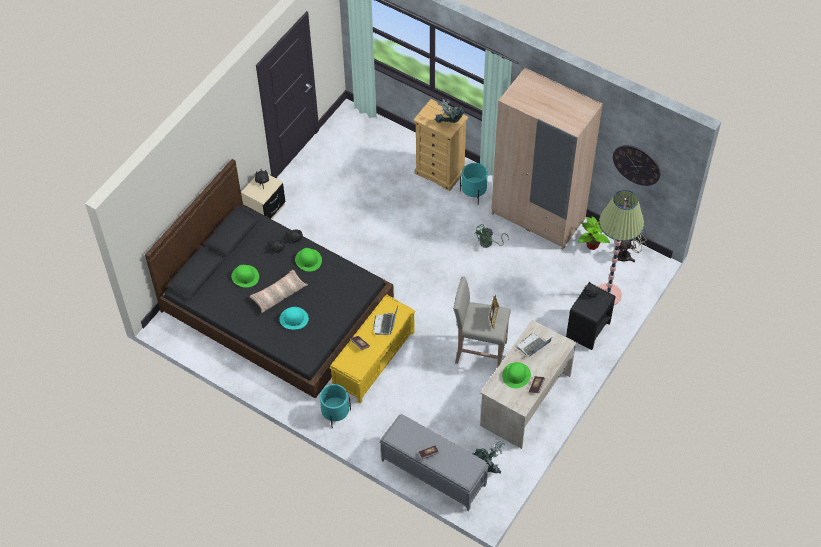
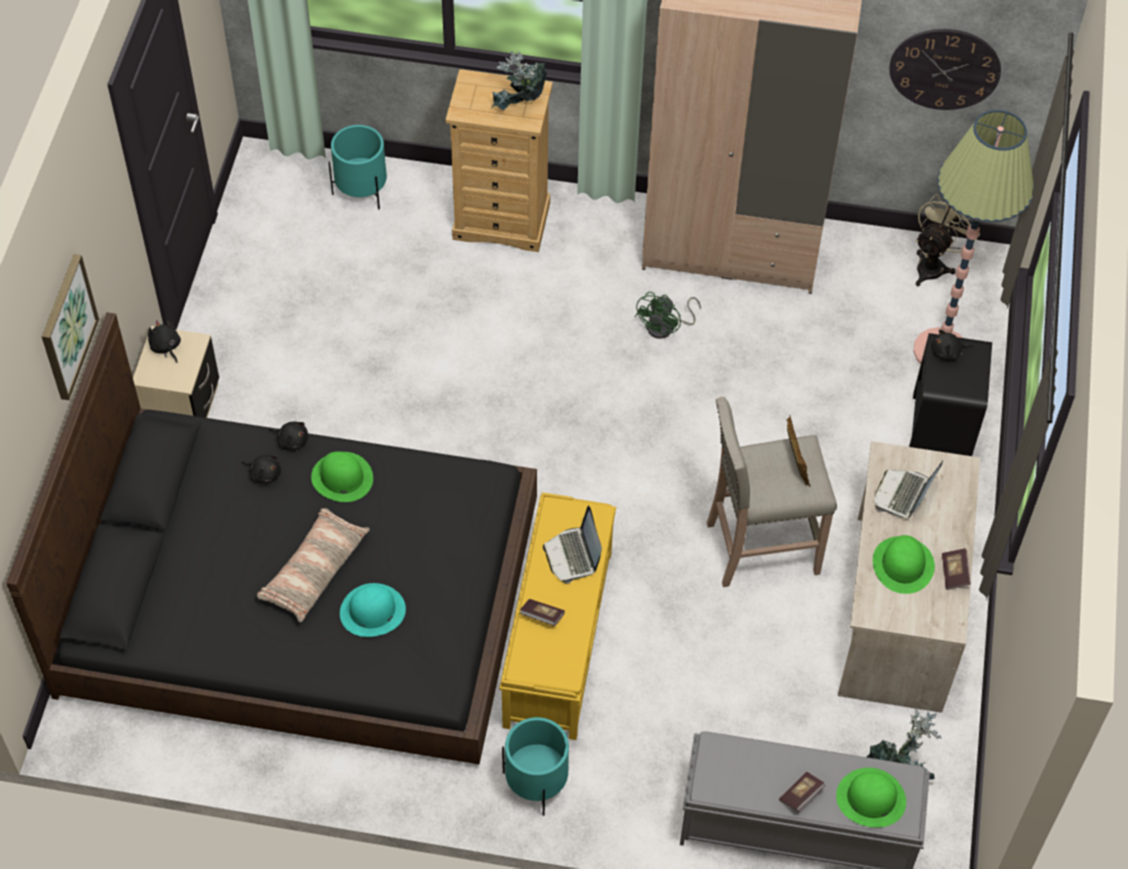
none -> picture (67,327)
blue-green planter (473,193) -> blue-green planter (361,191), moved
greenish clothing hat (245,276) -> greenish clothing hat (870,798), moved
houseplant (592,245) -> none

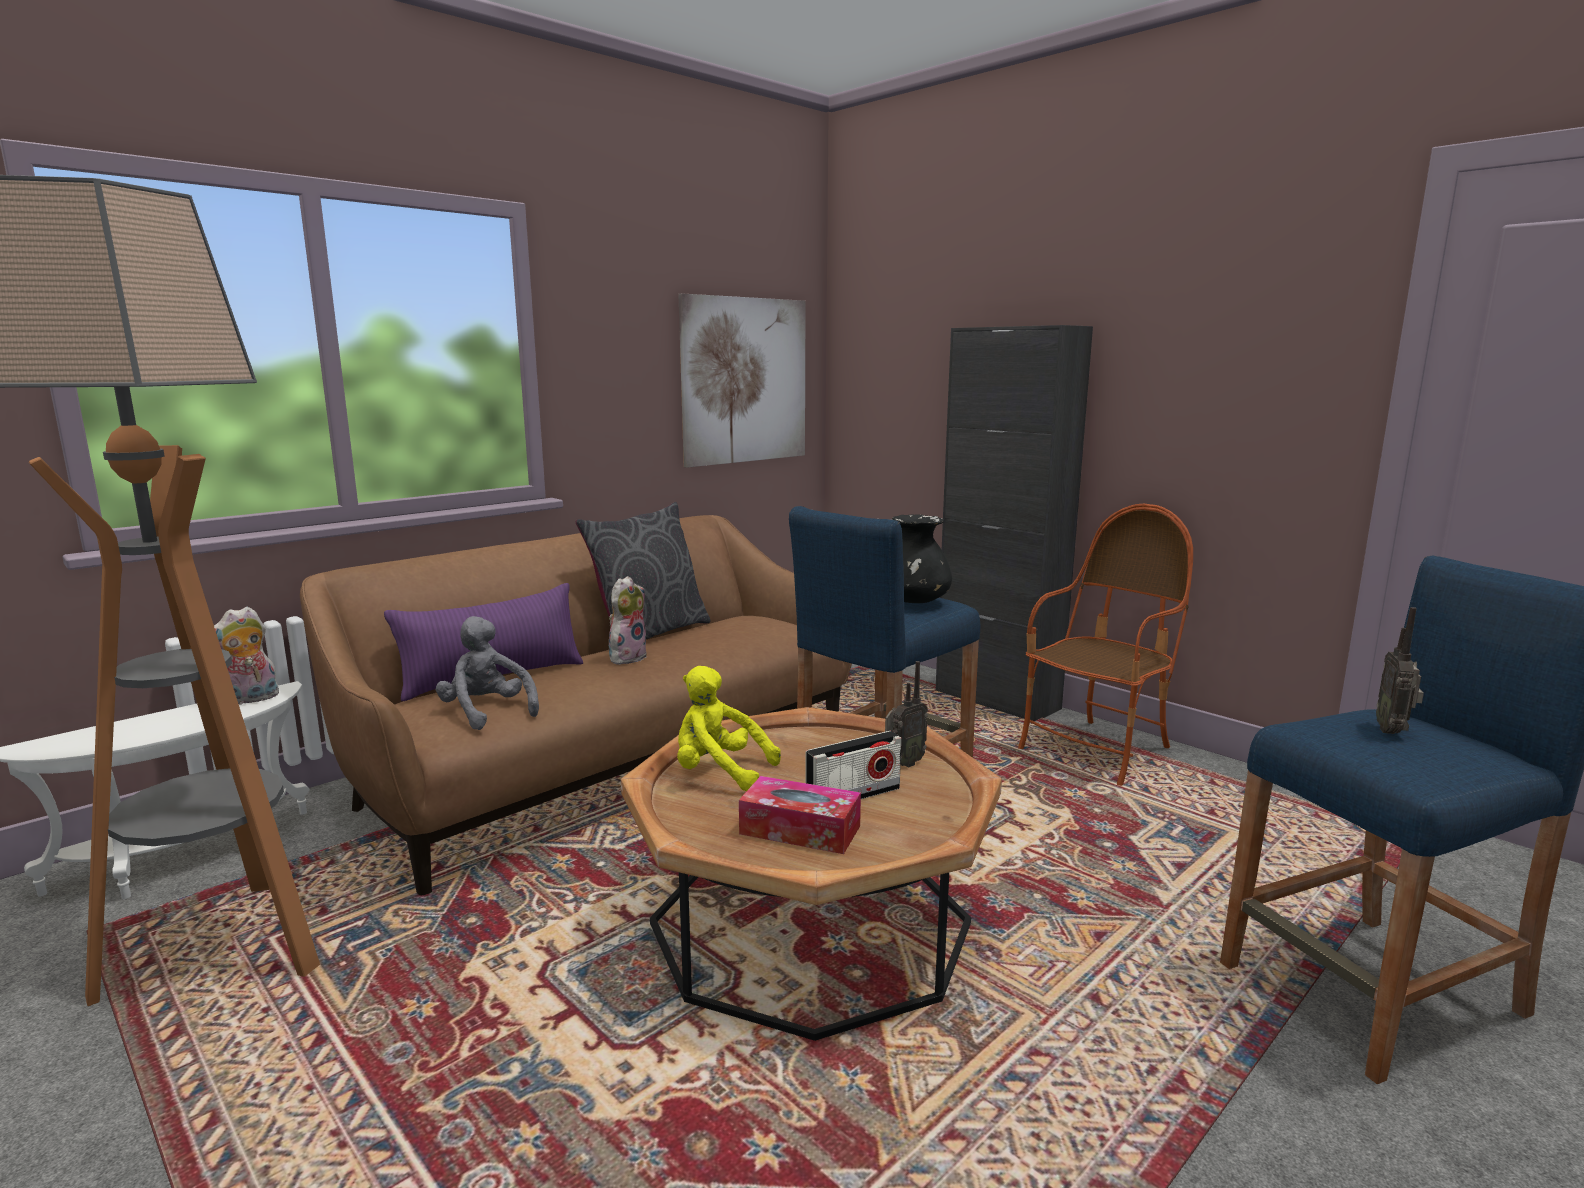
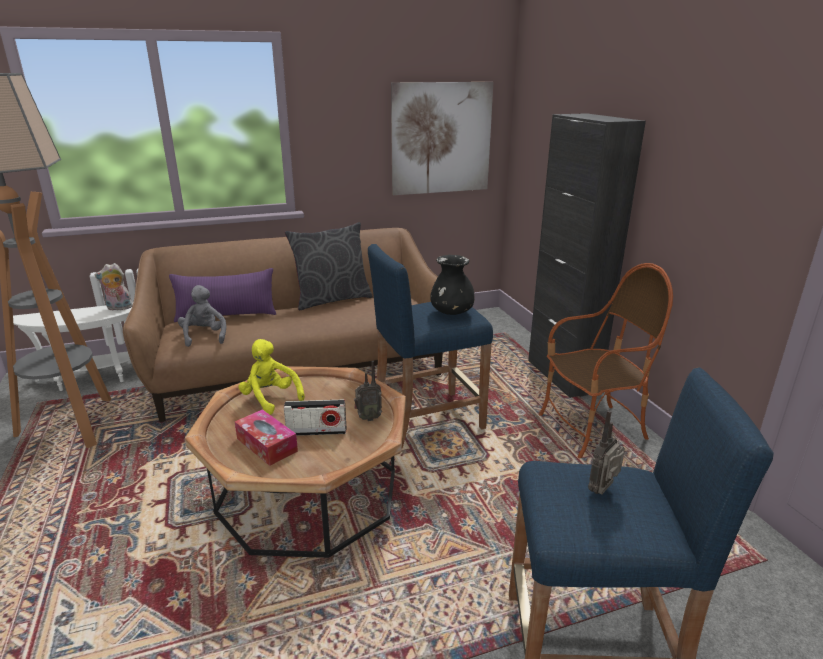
cuddly toy (627,657) -> none

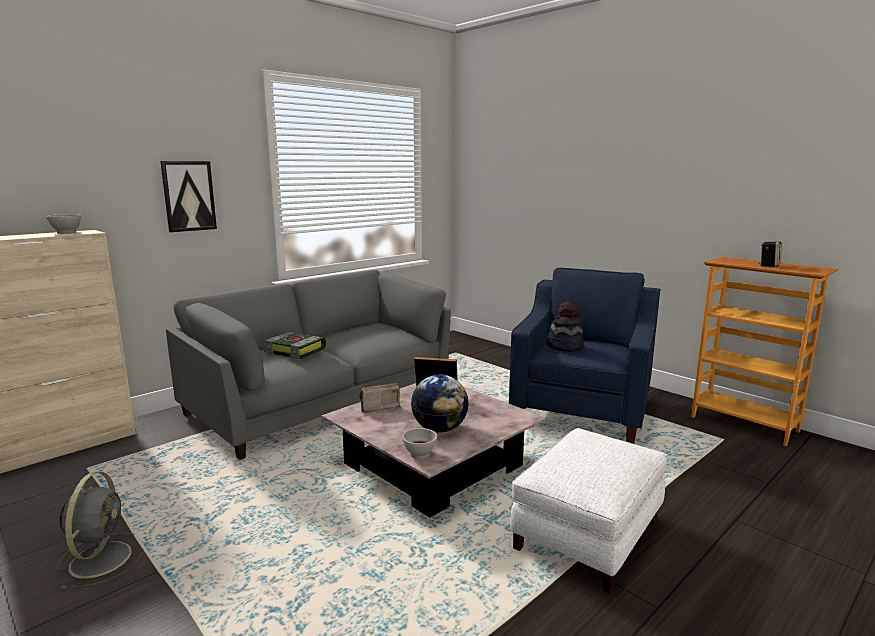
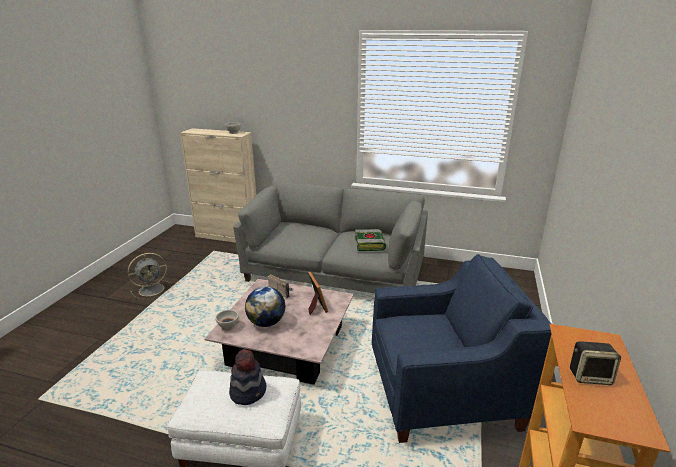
clothing hat (565,346) -> clothing hat (248,391), moved
volume (296,351) -> volume (370,244), moved
picture (188,196) -> none

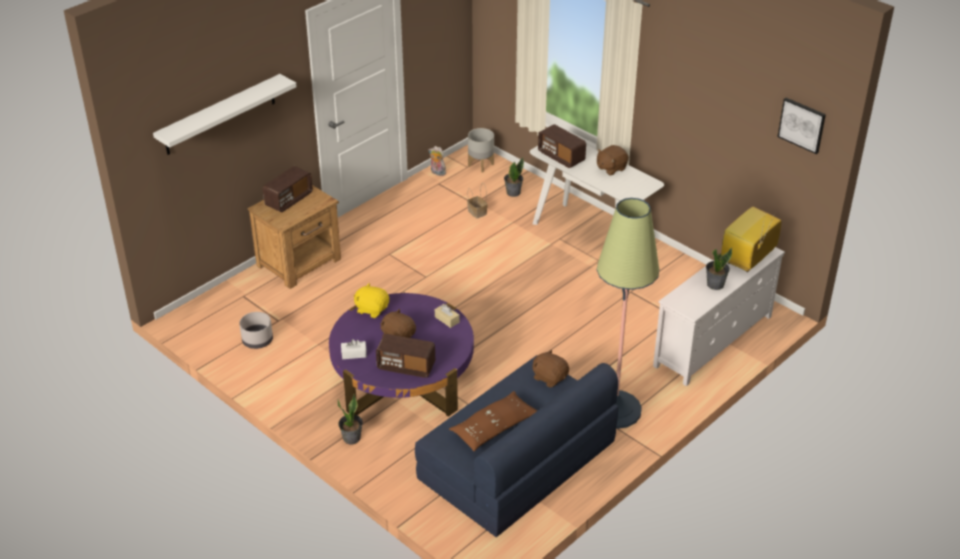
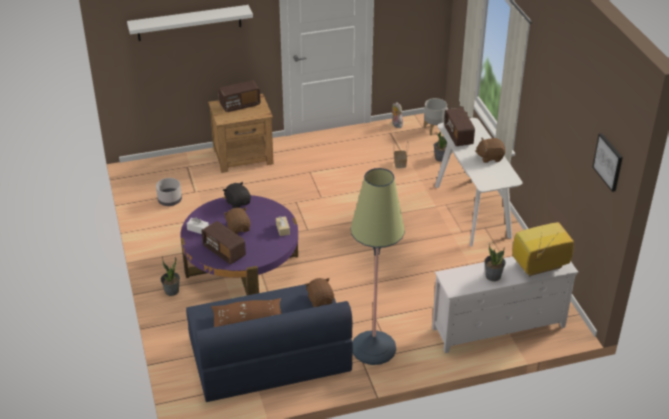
yellow-coloured cuddly toy (372,309) -> black cuddly toy (238,203)

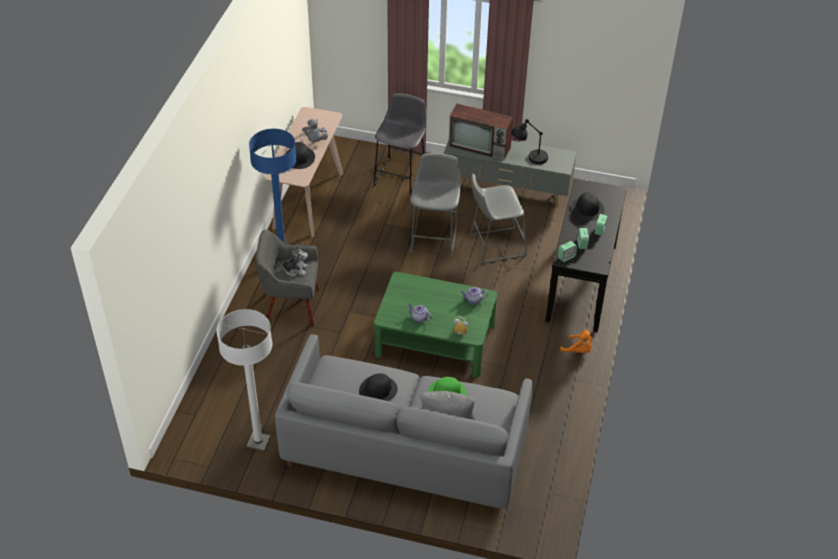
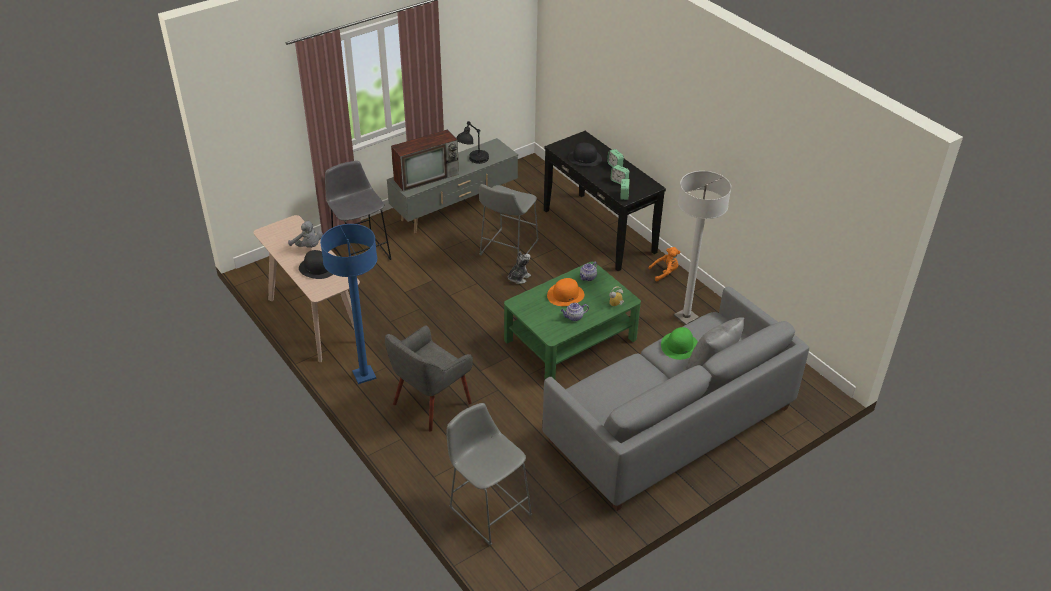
greyish sitting stool (435,236) -> greyish sitting stool (488,508), moved
cuddly toy (295,269) -> cuddly toy (518,278), moved
none -> orange clothing hat (565,295)
white standard lamp (258,442) -> white standard lamp (686,317), moved
black clothing hat (378,390) -> none

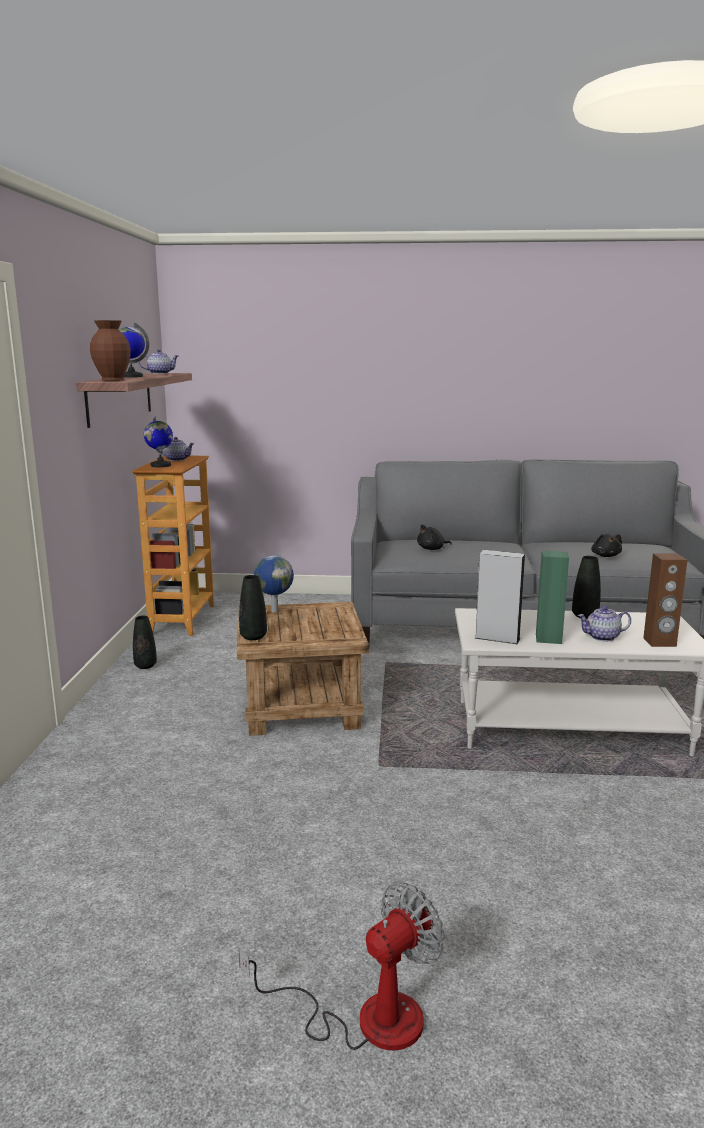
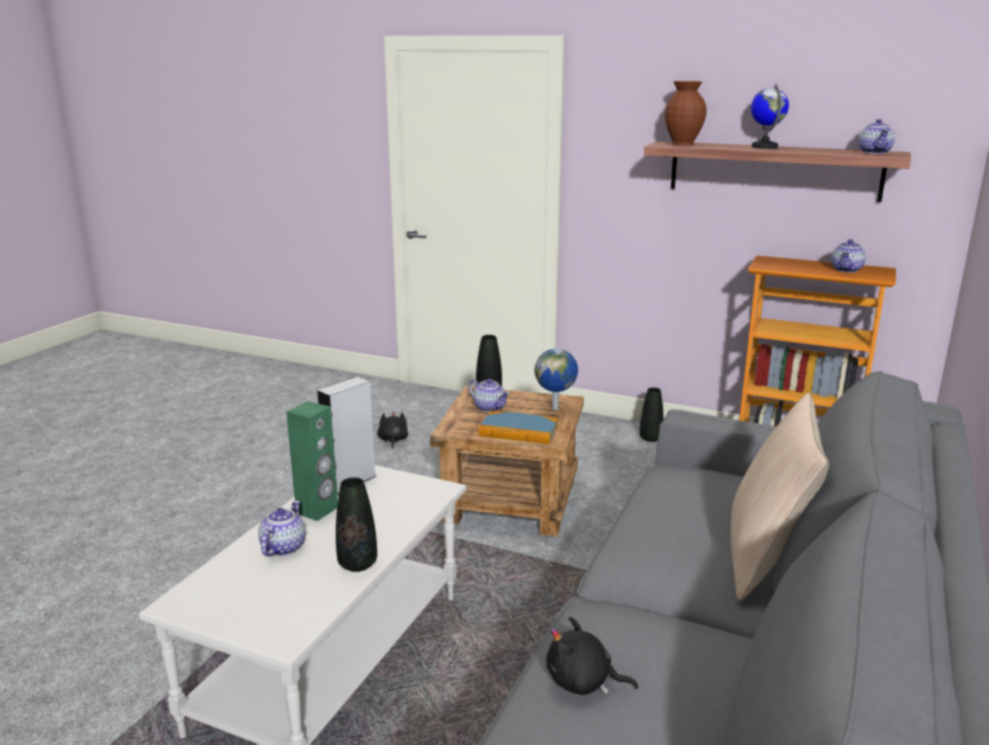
black cuddly toy (432,549) -> black cuddly toy (392,440), moved
none -> tea pot (489,407)
none -> volume (519,431)
none -> sand-coloured cushion (765,558)
globe (160,465) -> none
electric fan (366,1018) -> none
brownish audio speaker (659,642) -> none

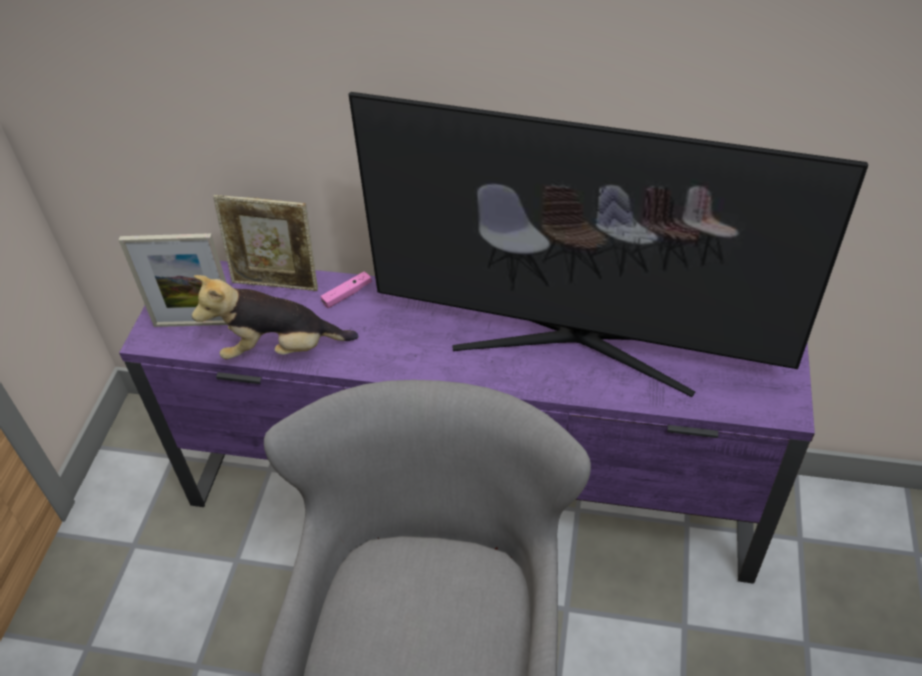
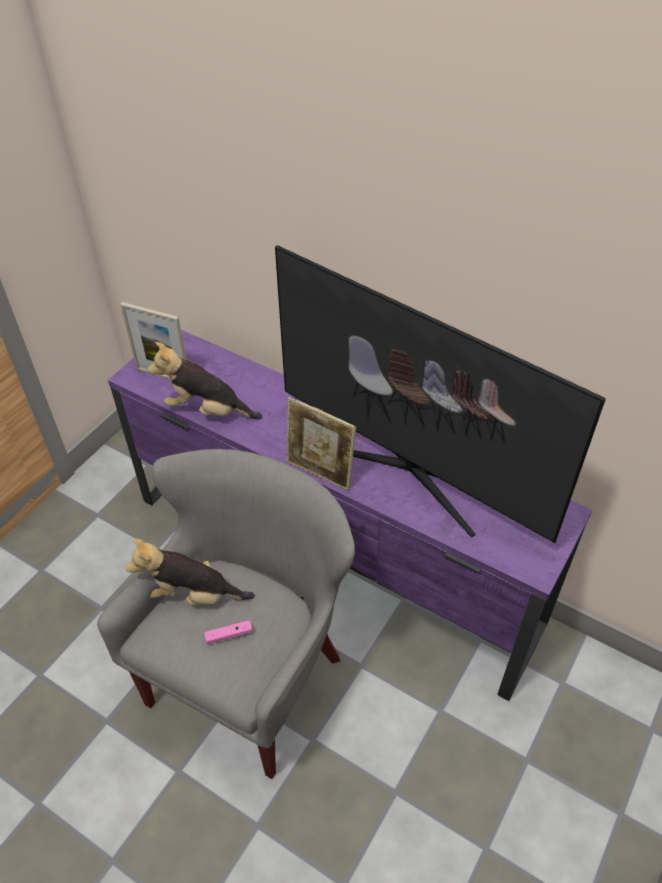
none -> cuddly toy (193,595)
pink-coloured game controller (347,294) -> pink-coloured game controller (229,635), moved
standing frame (277,283) -> standing frame (320,473), moved

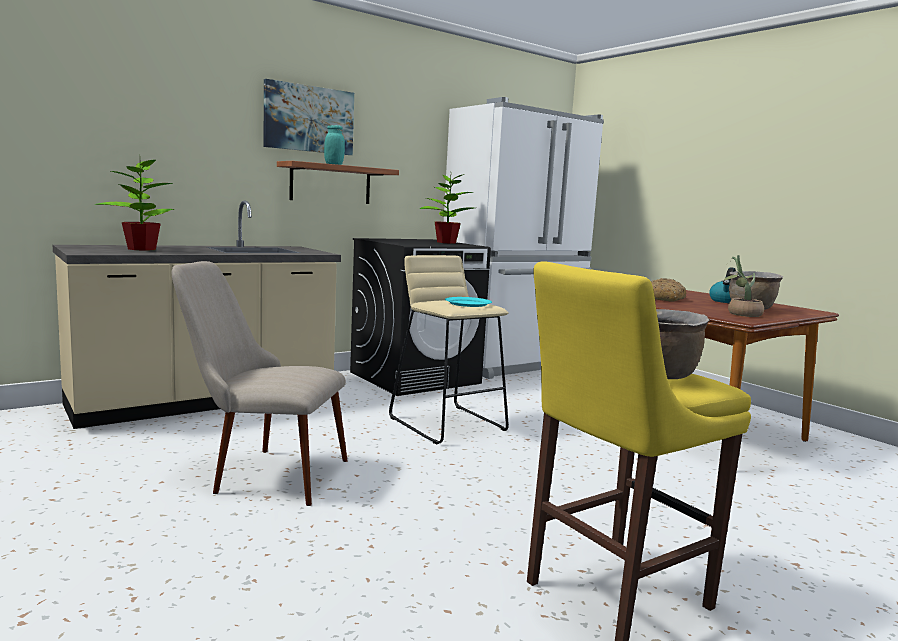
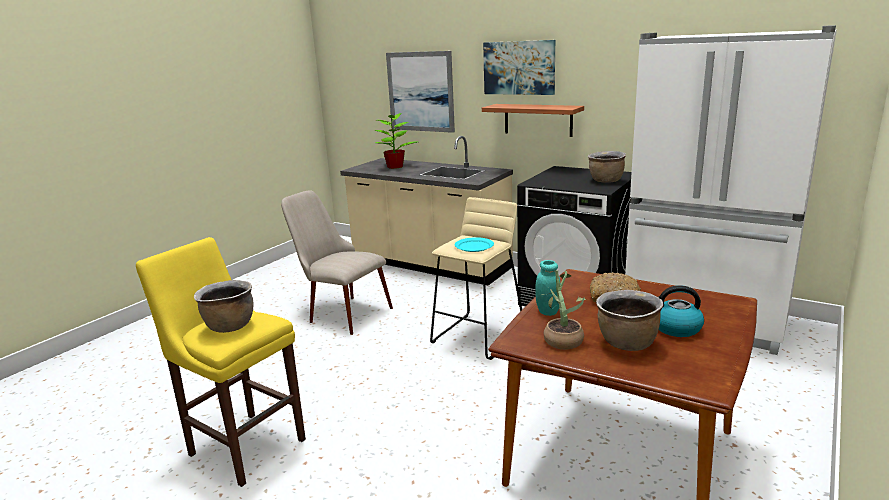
sand-coloured plain chair (261,473) -> sand-coloured plain chair (341,312), 45 degrees counterclockwise
none -> picture (420,92)
blue-green jar (334,164) -> blue-green jar (547,311), moved
houseplant (446,242) -> brownish saucepot (605,181)

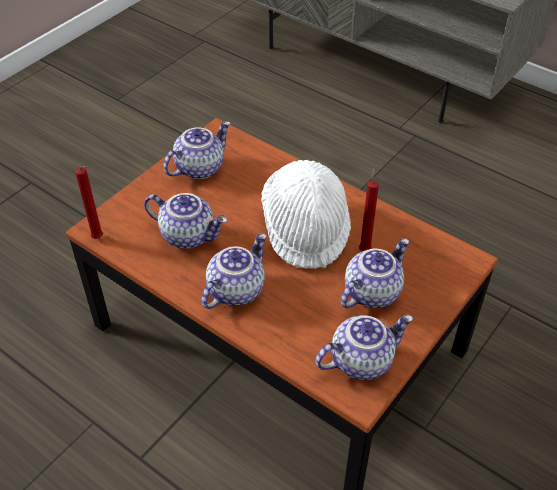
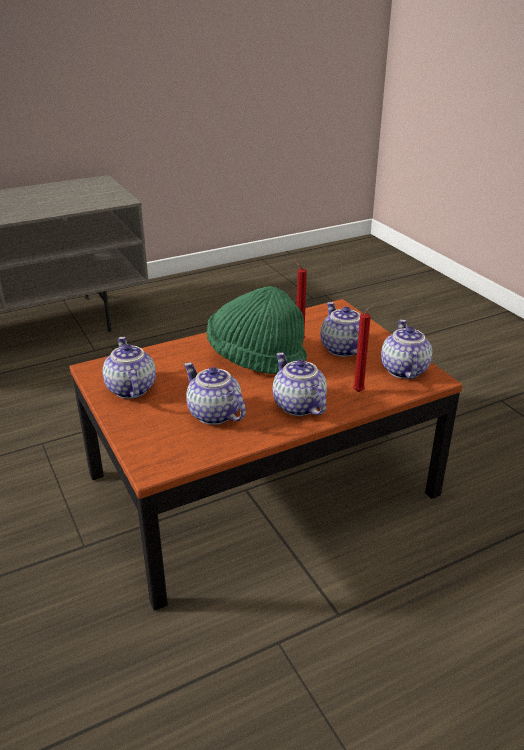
tea pot (189,235) -> tea pot (213,414), 90 degrees counterclockwise
white clothing hat (306,229) -> greenish clothing hat (256,357)
red wax candle (99,239) -> red wax candle (360,391), moved

